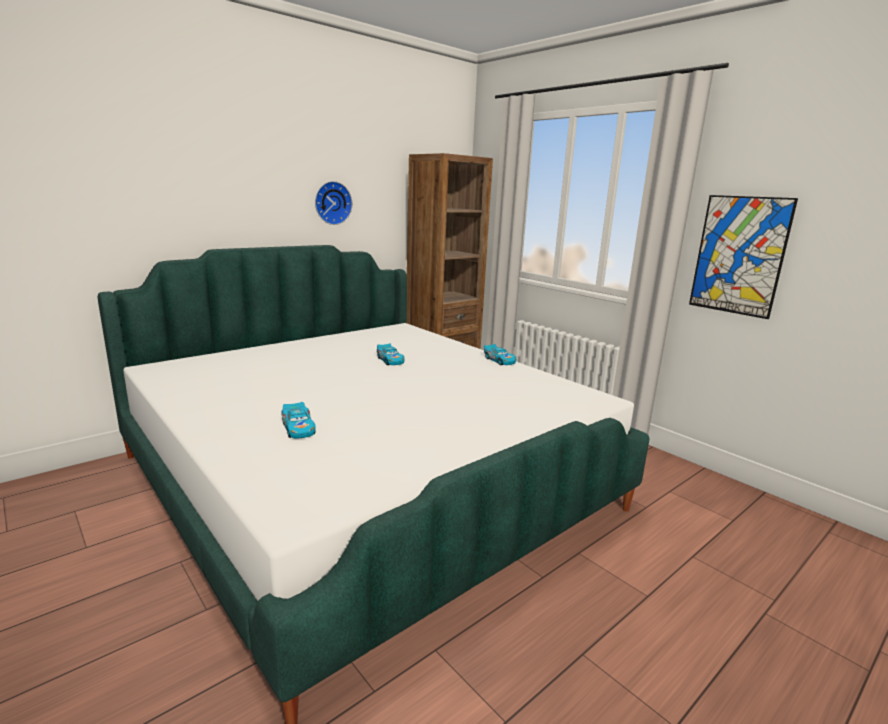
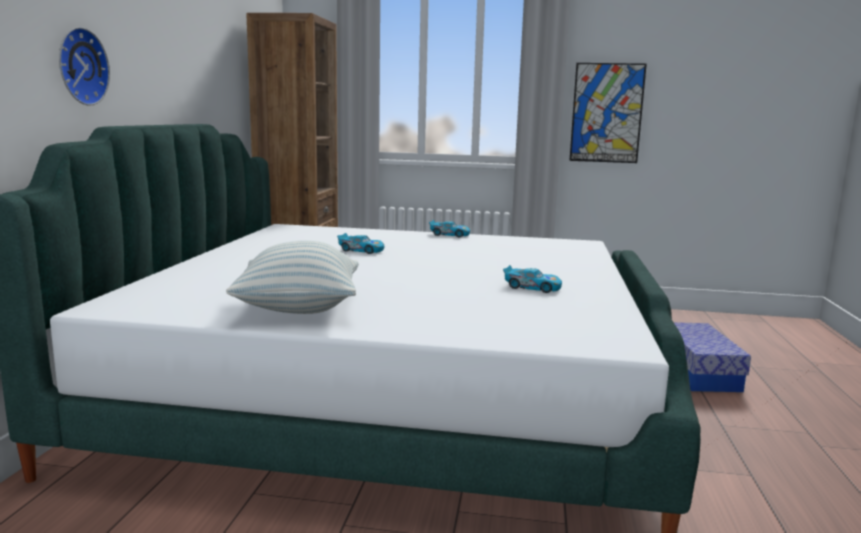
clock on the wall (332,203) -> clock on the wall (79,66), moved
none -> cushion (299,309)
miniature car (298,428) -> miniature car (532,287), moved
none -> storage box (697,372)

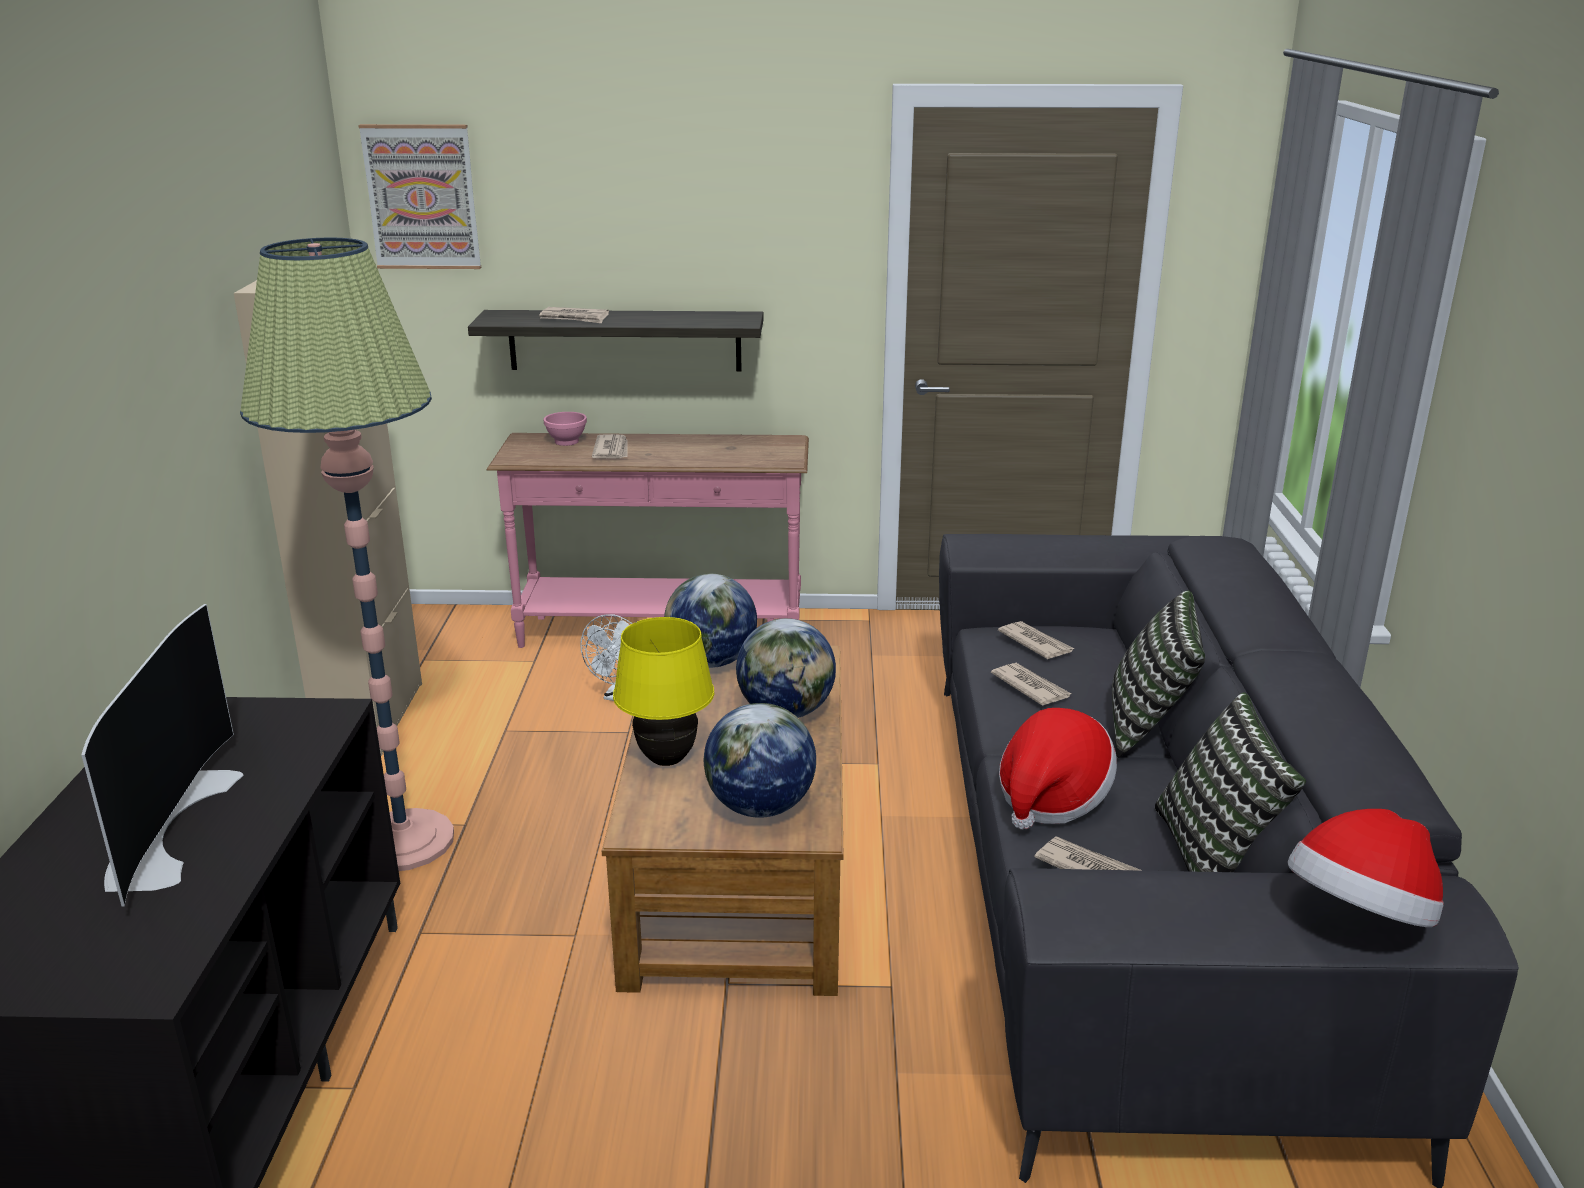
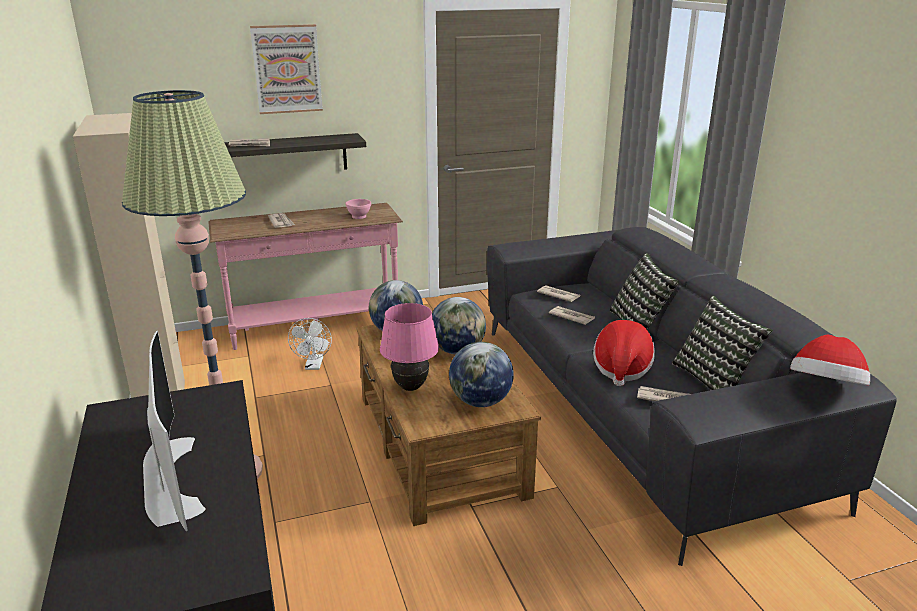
picture (422,197) -> picture (287,69), moved
pink-coloured serving bowl (567,441) -> pink-coloured serving bowl (359,216), moved
yellow-coloured table lamp (667,759) -> pink-coloured table lamp (411,387)

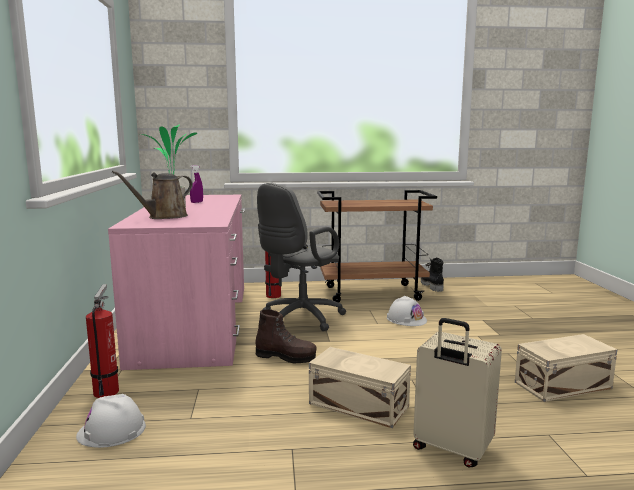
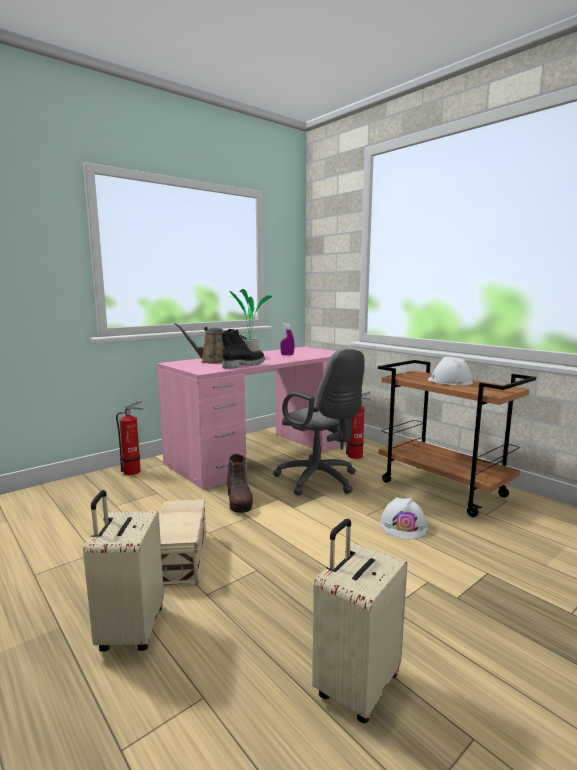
black high-top boot (430,285) -> black high-top boot (243,365), moved
greyish desk chair (298,319) -> greyish desk chair (320,481), 135 degrees counterclockwise
sand-coloured storage box (560,385) -> sand-coloured piece of luggage (356,685)
white safety helmet (111,430) -> white safety helmet (449,381), moved

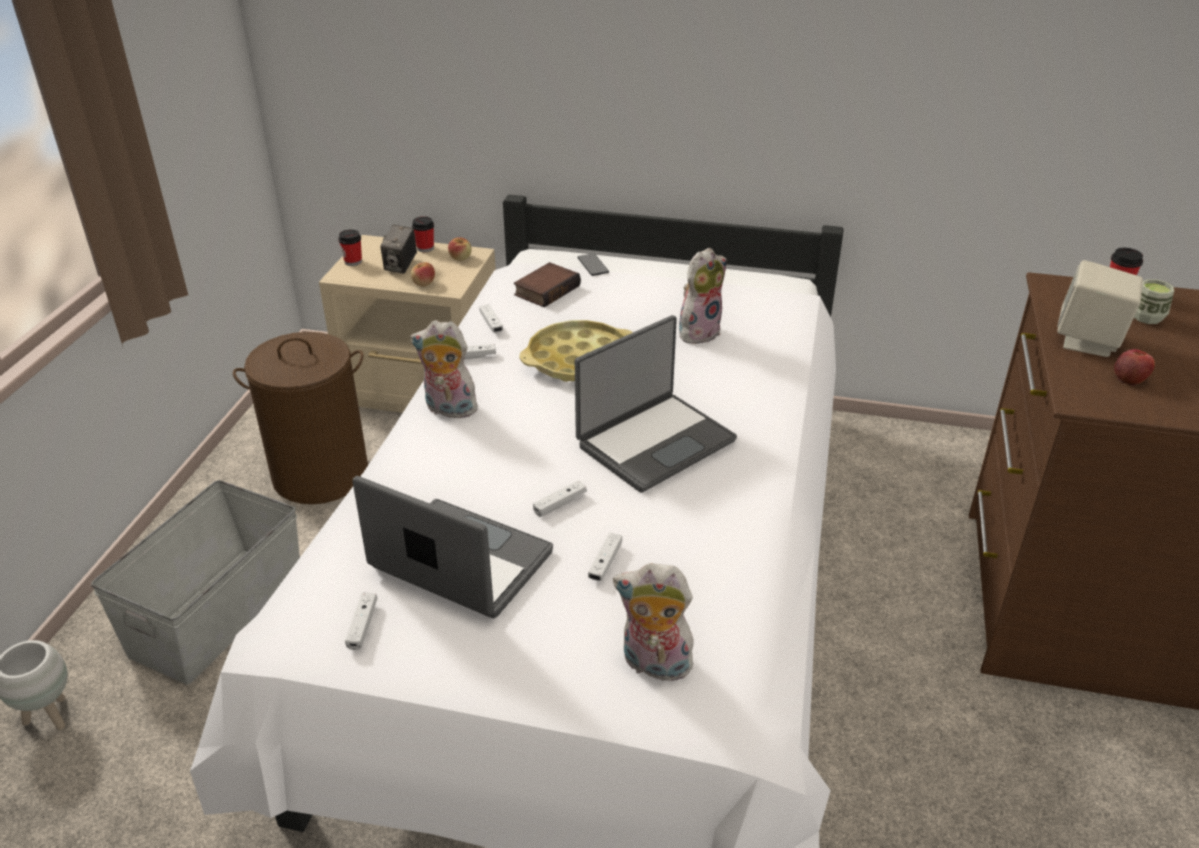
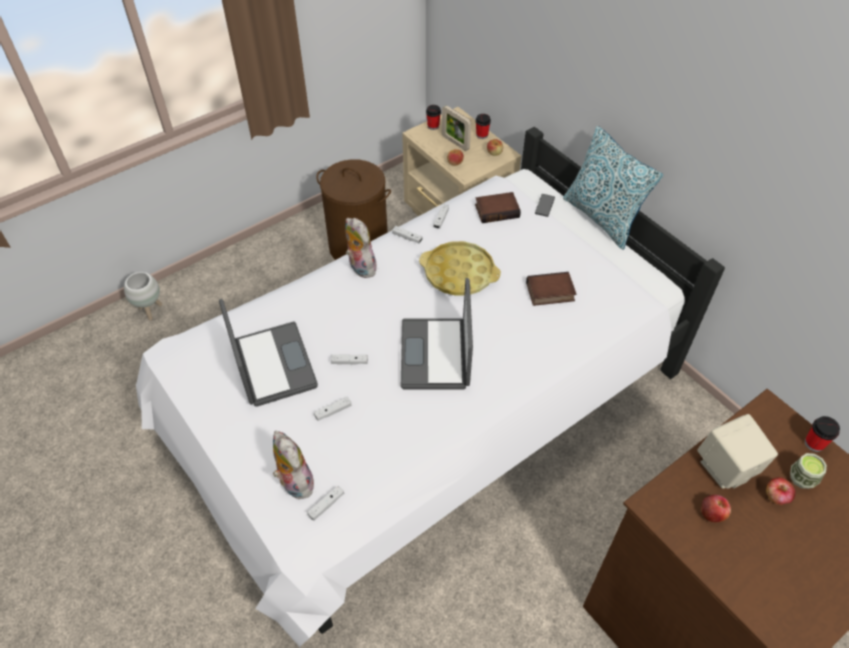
white game controller (362,626) -> white game controller (326,505), moved
portable computer (654,442) -> portable computer (437,355), 90 degrees clockwise
still camera (401,266) -> standing frame (455,143)
cuddly toy (698,331) -> volume (549,293)
none -> cushion (601,218)
none -> whole apple (776,496)
greyish storage box (216,613) -> none

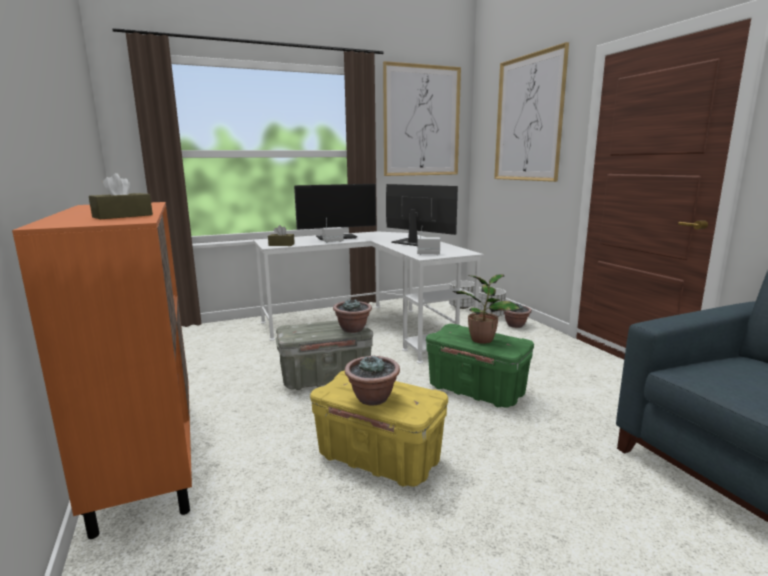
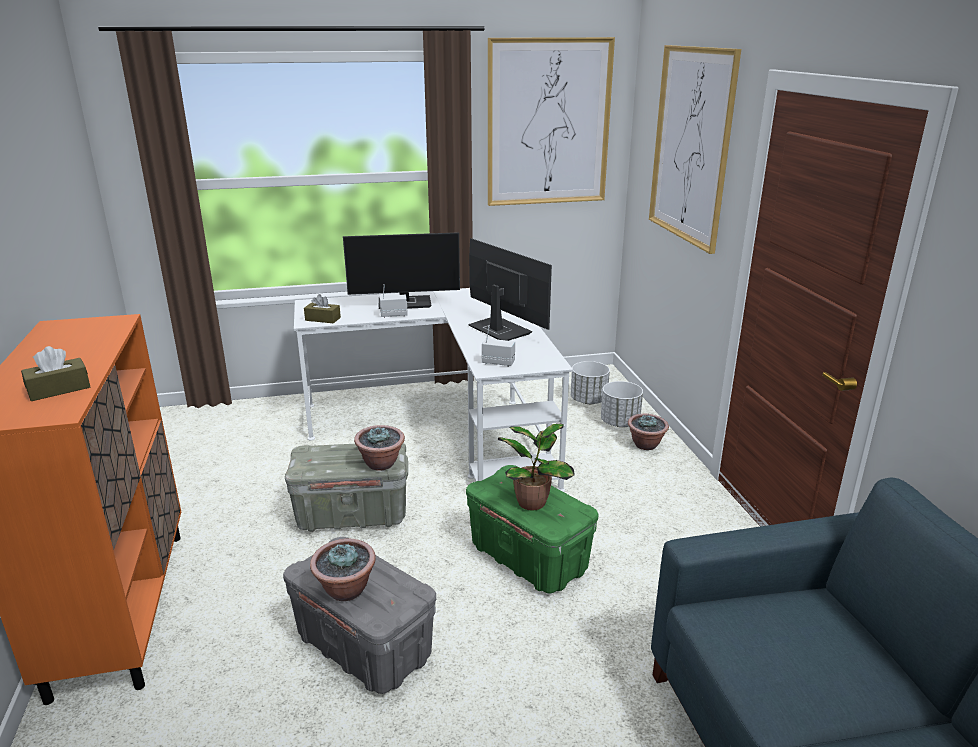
yellow-coloured storage box (378,458) -> greyish storage box (363,647)

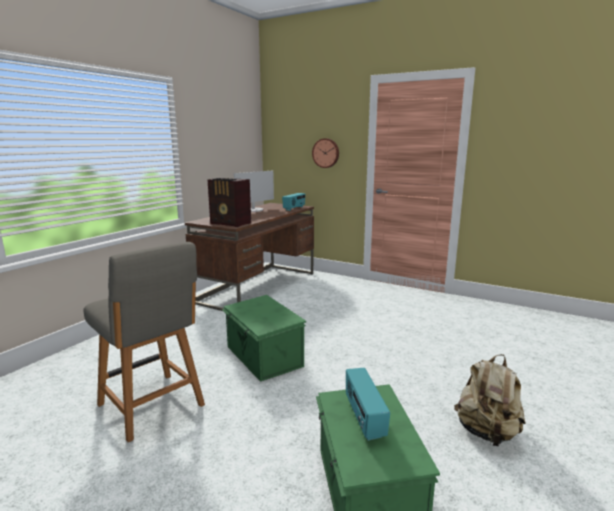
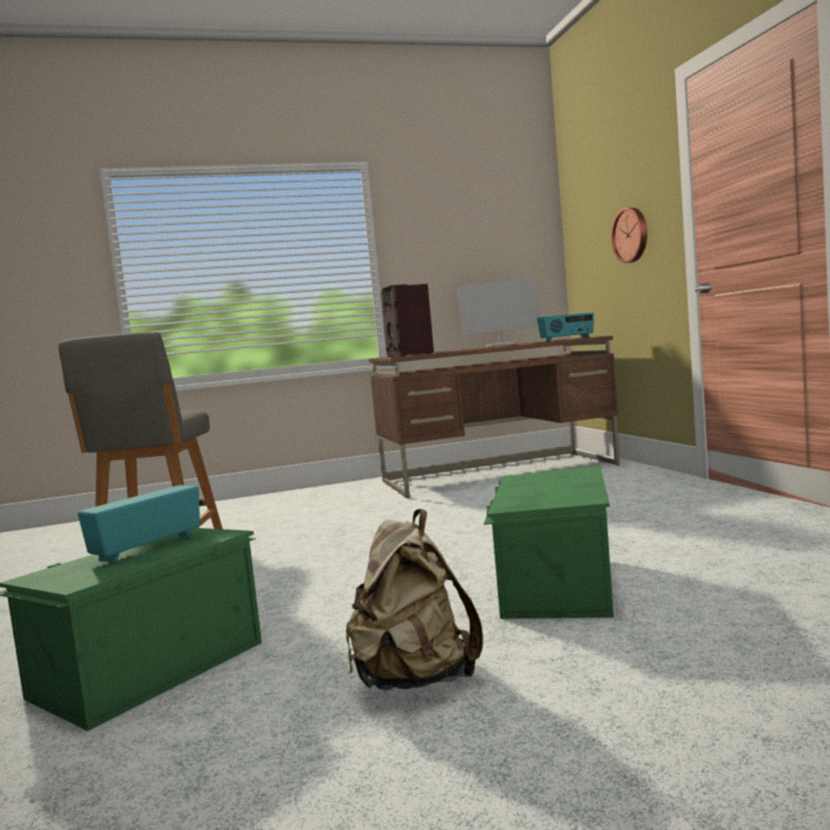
greenish storage box (263,357) -> greenish storage box (554,586), moved

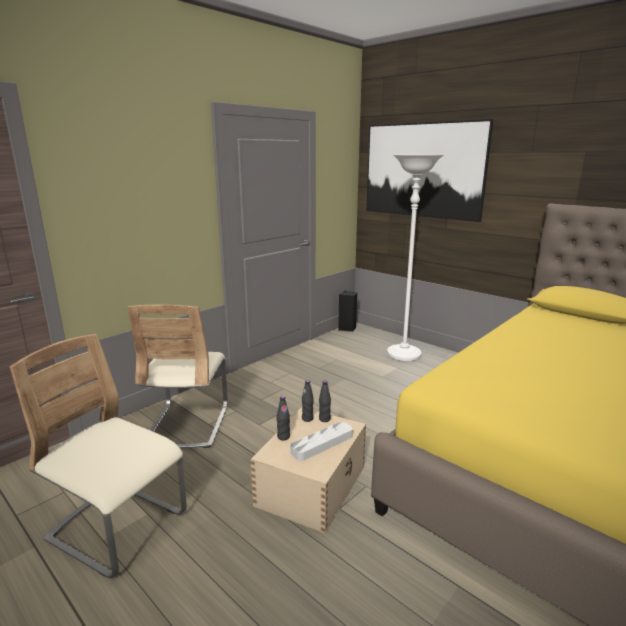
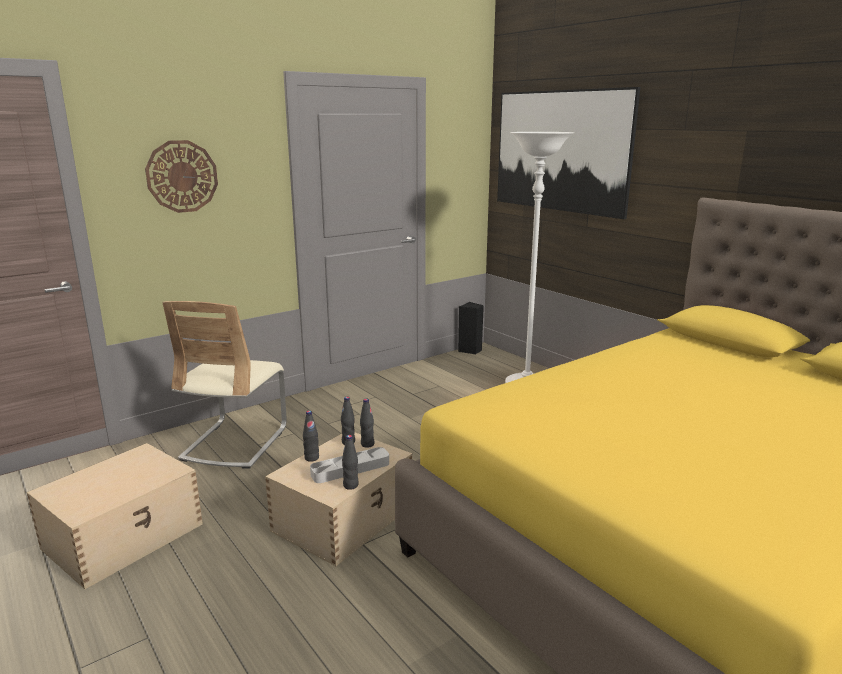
sand-coloured plain chair (118,528) -> sand-coloured storage box (125,535)
none -> clock on the wall (182,176)
none -> black bottle (351,485)

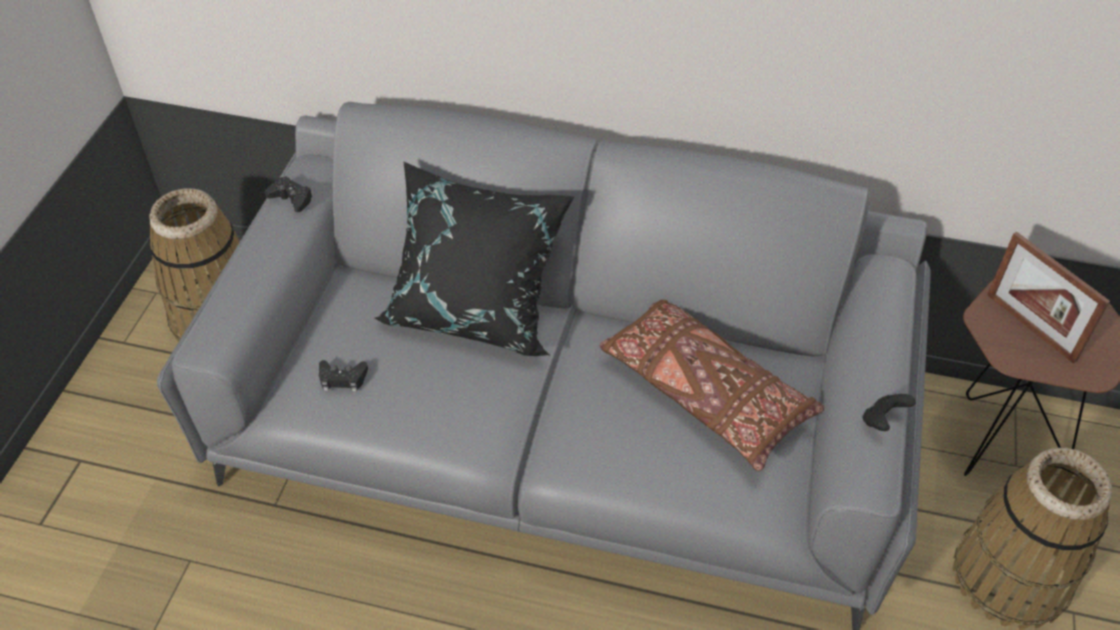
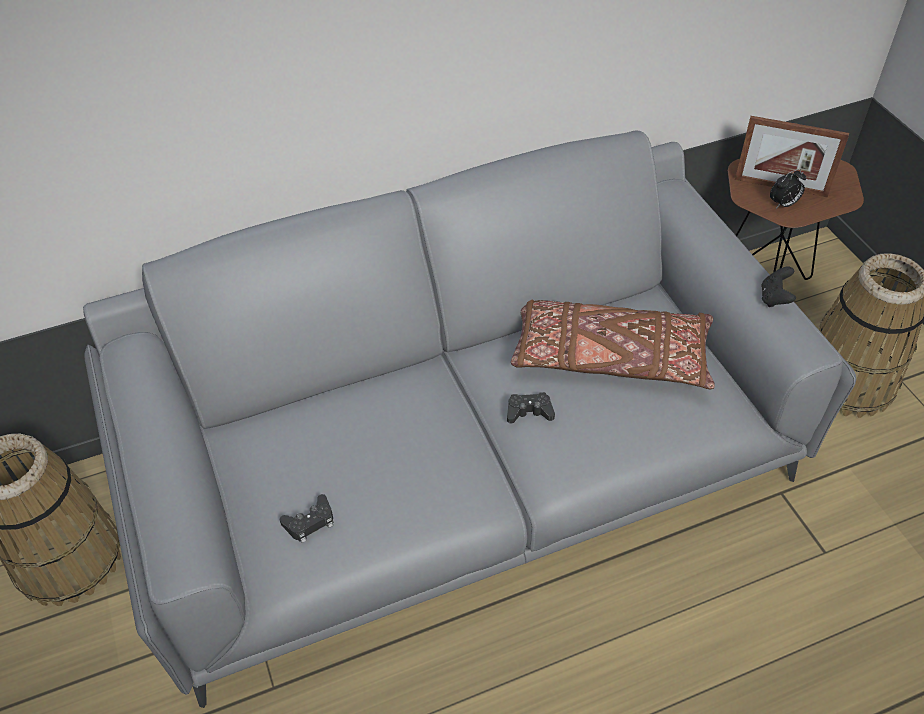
black game controller (291,198) -> black game controller (529,412), moved
none -> bedside clock (783,204)
black cushion (476,310) -> none

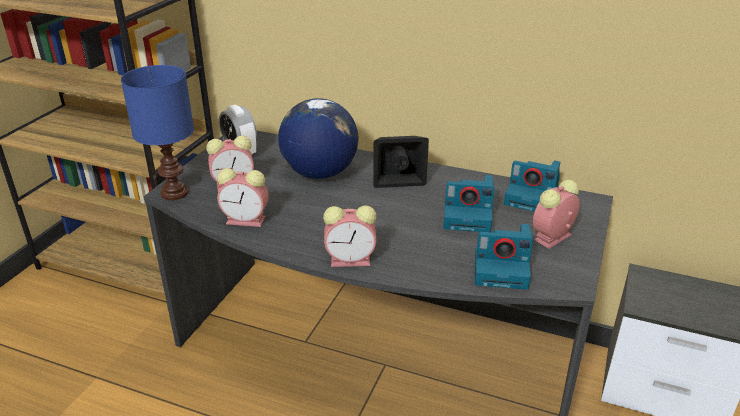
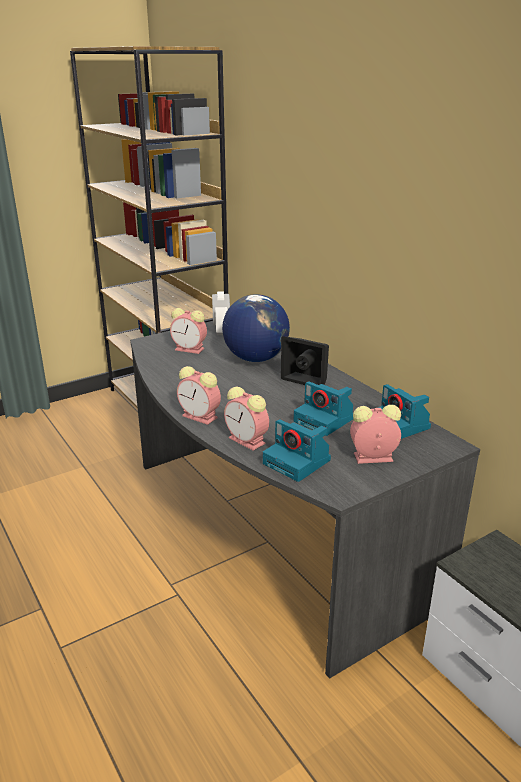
bedside clock (247,220) -> bedside clock (248,441), moved
blue table lamp (173,193) -> none

